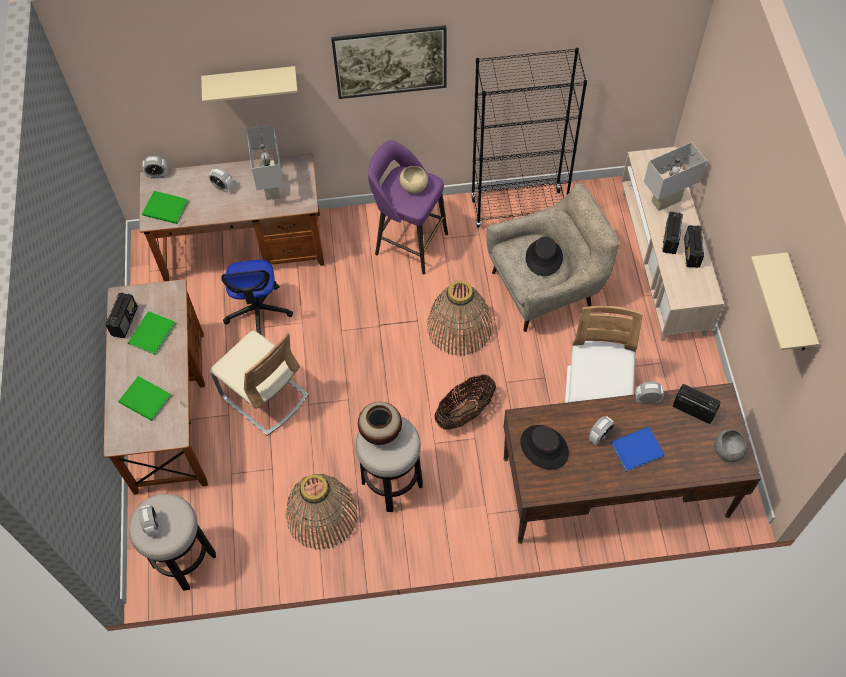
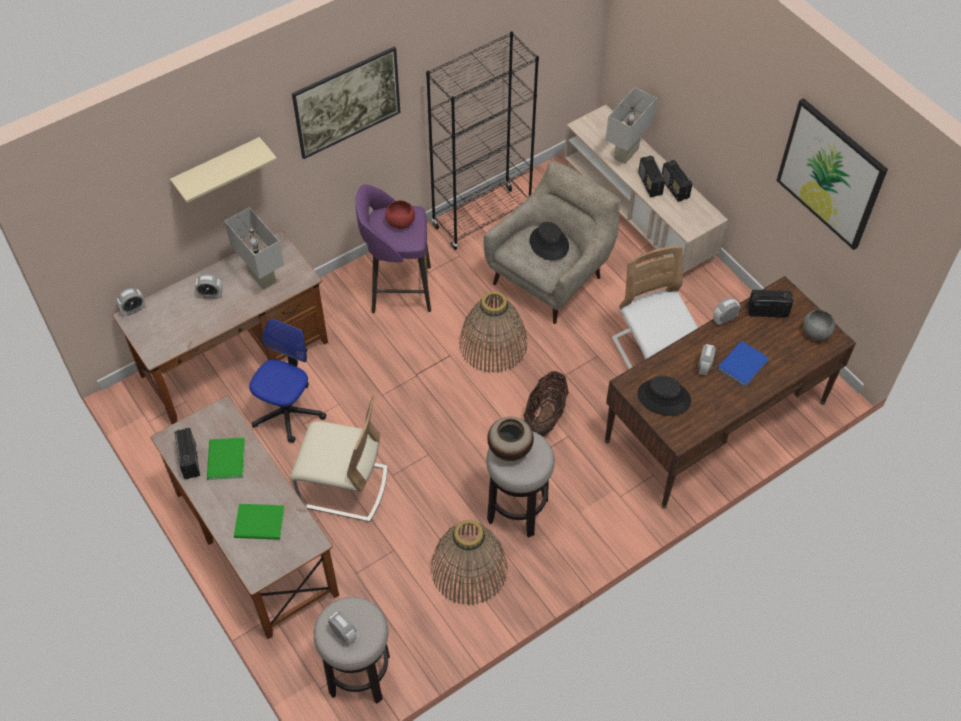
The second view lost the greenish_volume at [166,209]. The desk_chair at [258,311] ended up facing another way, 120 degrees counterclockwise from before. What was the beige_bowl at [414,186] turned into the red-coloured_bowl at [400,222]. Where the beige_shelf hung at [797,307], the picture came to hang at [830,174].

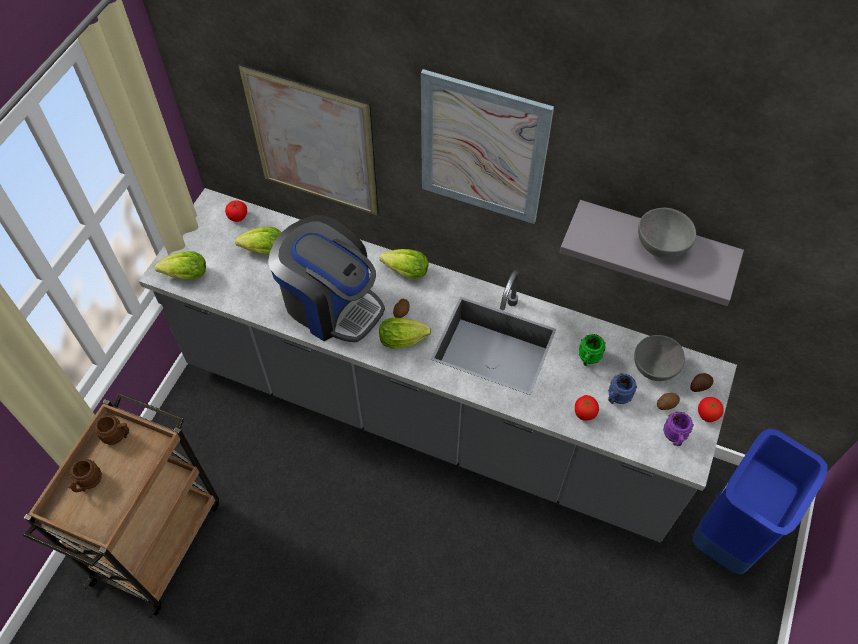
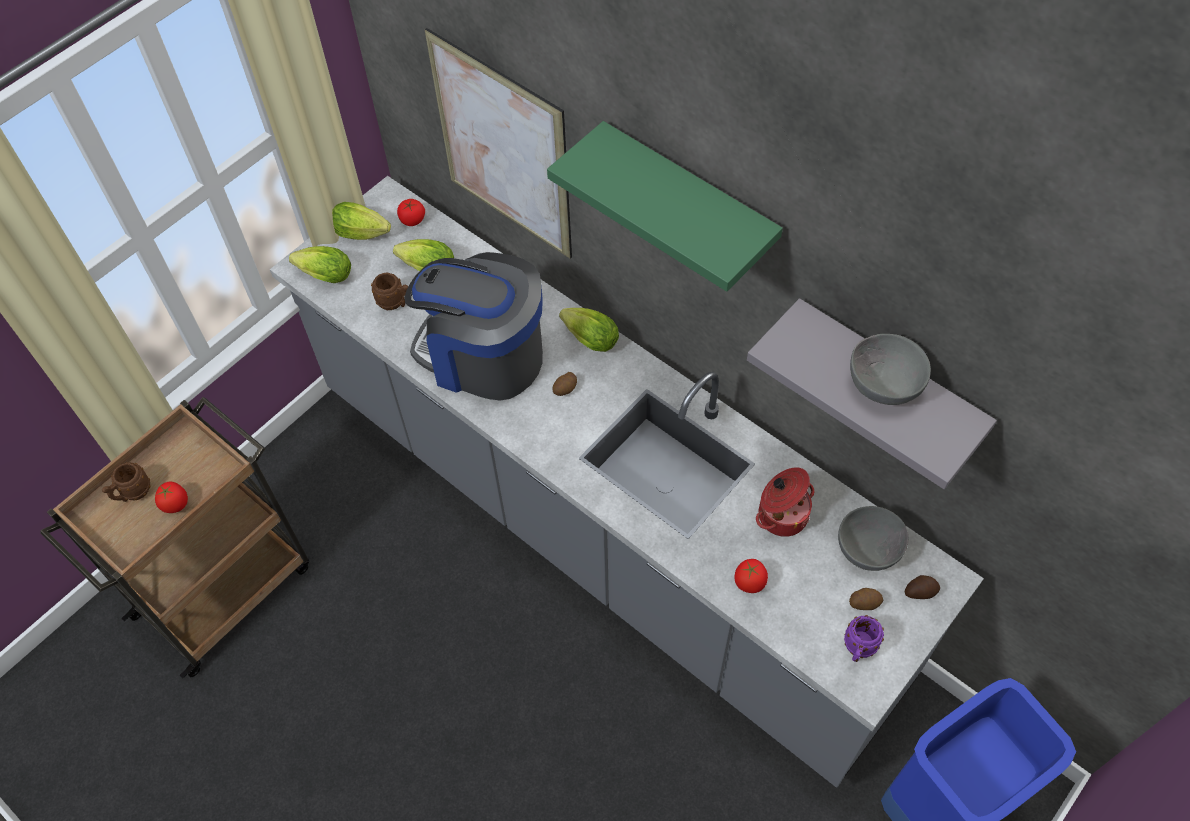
The brown-coloured_mug ended up elsewhere, having gone from [118,436] to [395,303]. The coffee_brewer at [331,304] ended up facing another way, 150 degrees clockwise from before. The head_of_lettuce ended up elsewhere, having gone from [405,339] to [365,234]. Where the picture hung at [482,149], the greenish_shelf came to hang at [687,202]. Where the greenish_mug stood at [588,359], the saucepot came to stand at [781,514]. The second view lost the blue_mug at [616,398]. The fresh_tomato ended up elsewhere, having gone from [707,414] to [176,504].

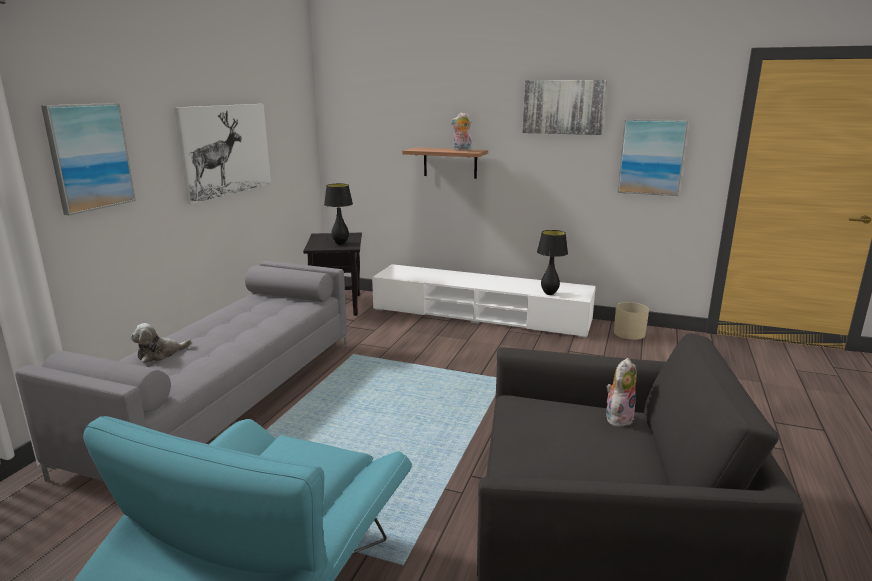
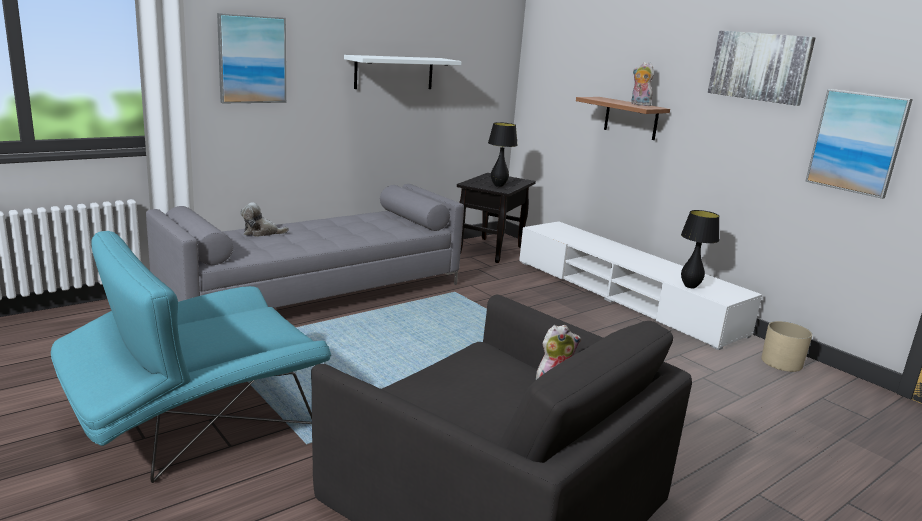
Where the picture hung at [226,150], the whitish_shelf came to hang at [394,72].

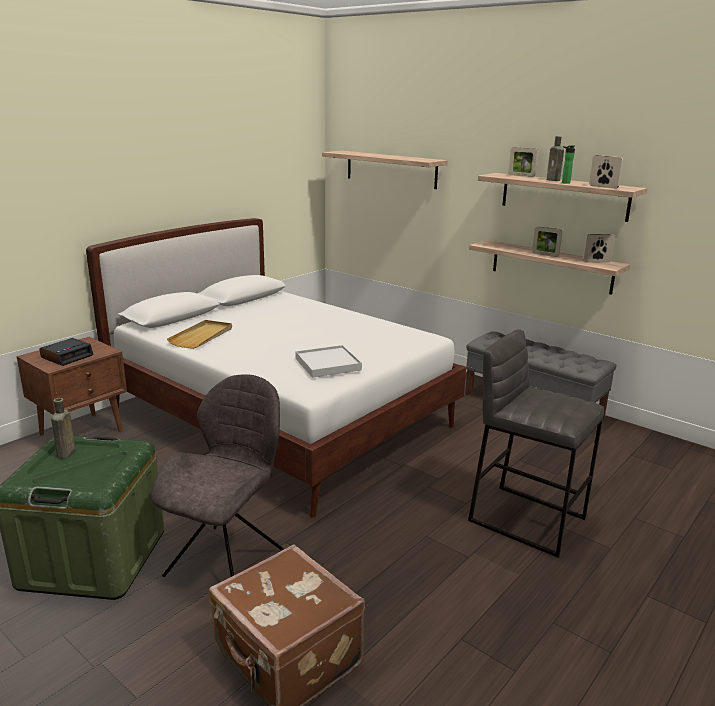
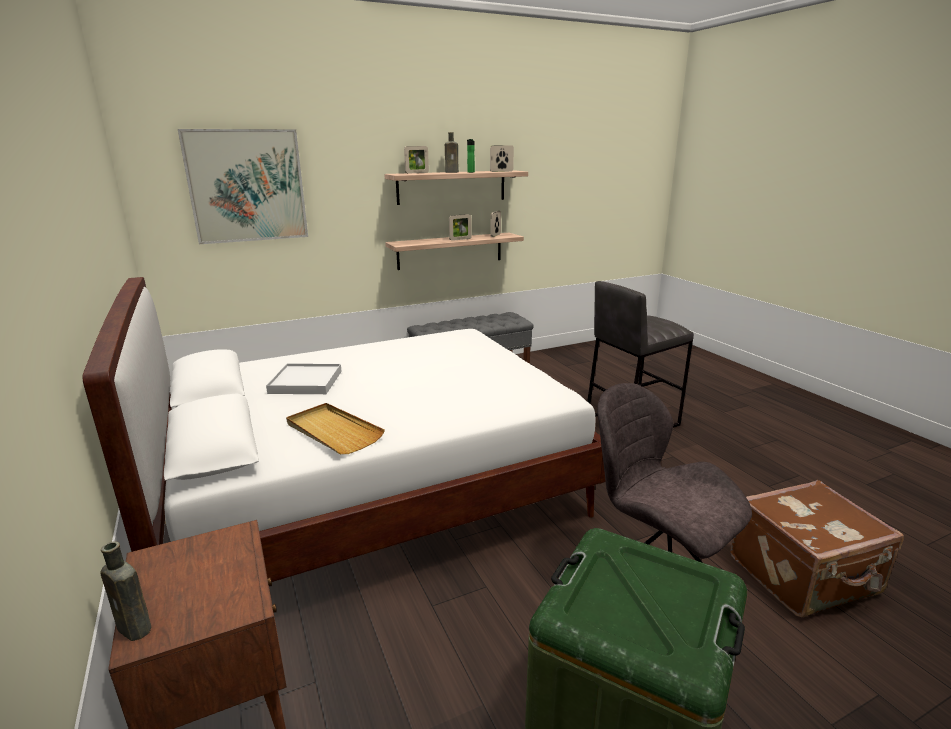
The second view lost the alarm_clock at [67,356]. The brown-coloured_beverage_bottle ended up elsewhere, having gone from [65,454] to [136,629]. The whitish_serving_tray ended up elsewhere, having gone from [328,364] to [306,382]. Where the shelf hung at [391,169], the picture came to hang at [247,186].

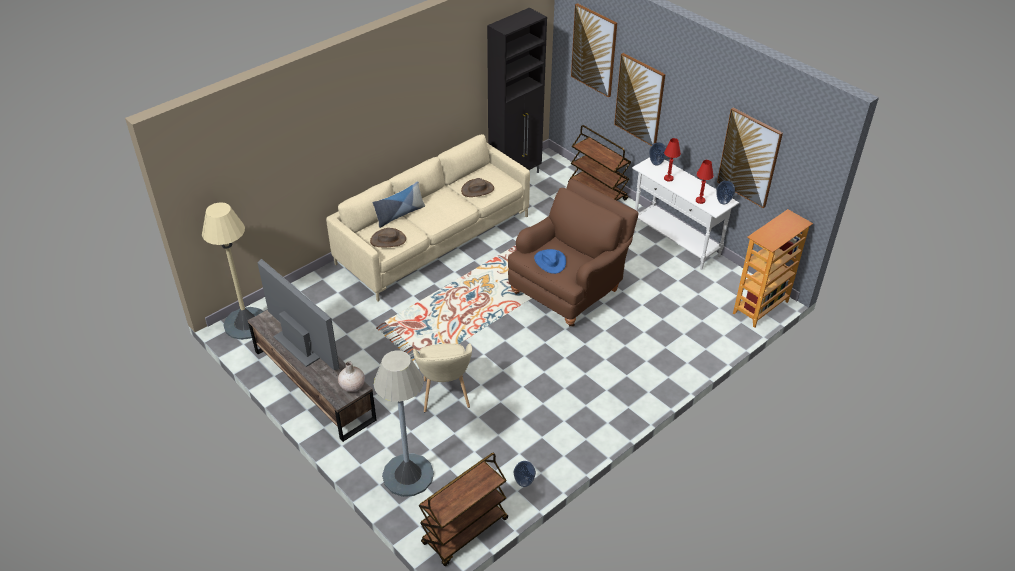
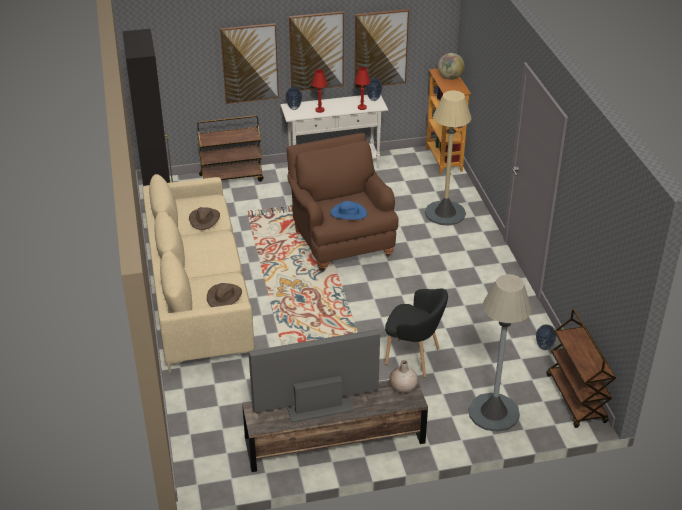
The beige_standing_lamp ended up elsewhere, having gone from [246,323] to [445,213]. The second view lost the throw_pillow at [399,214]. What was the beige_easy_chair at [445,395] turned into the black_easy_chair at [414,358]. The picture ended up elsewhere, having gone from [594,50] to [316,51]. The second view gained the desk_globe at [450,78].

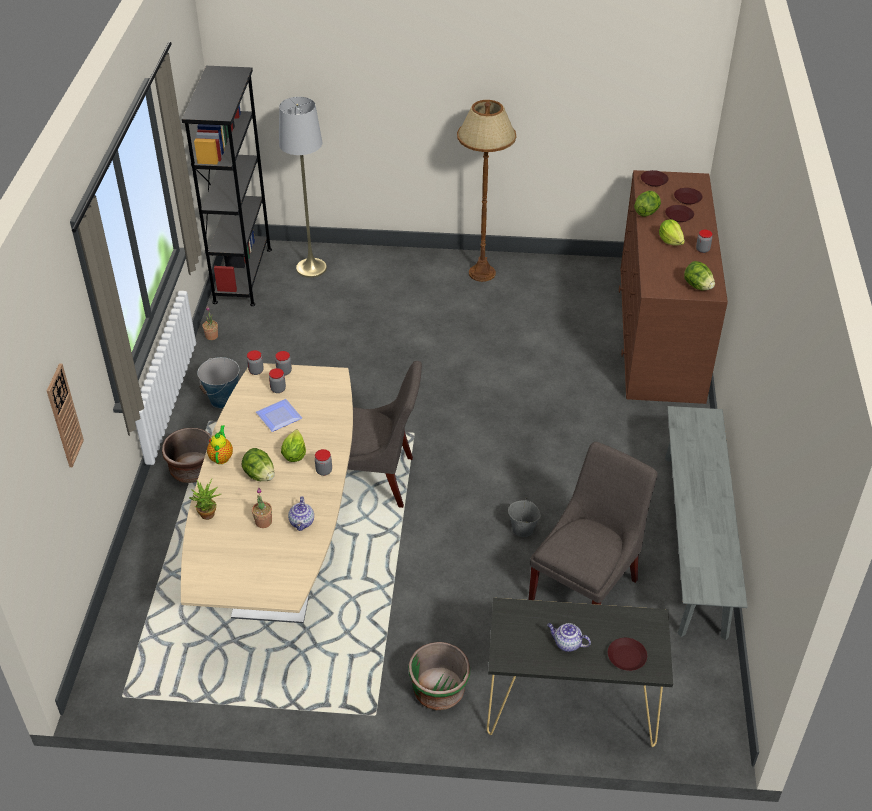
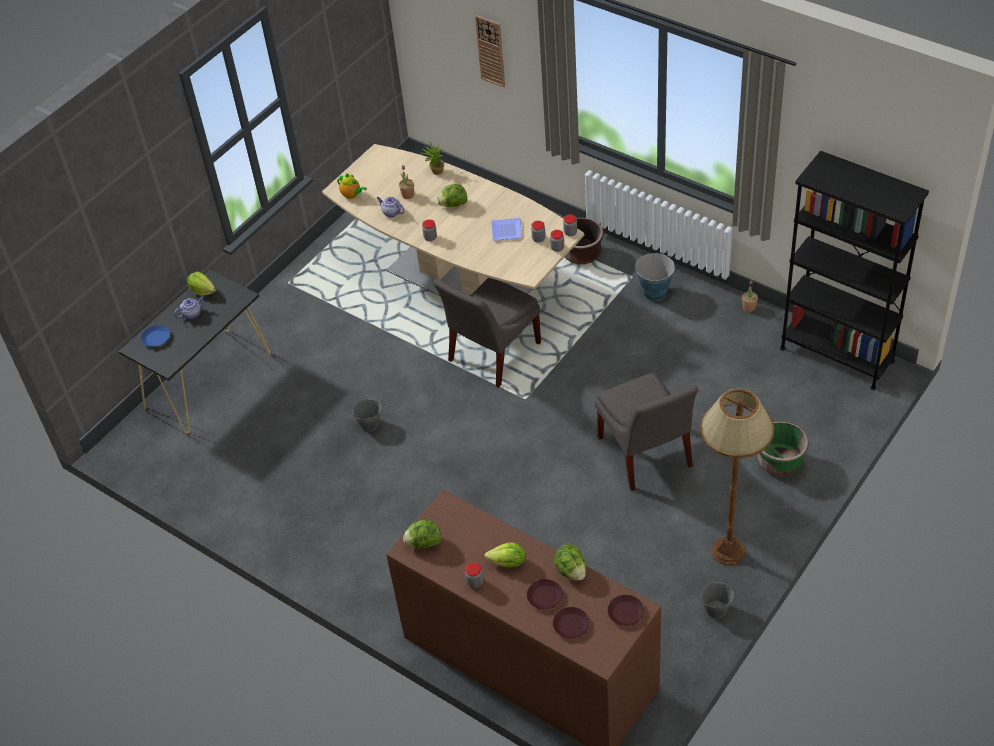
The tea_pot ended up elsewhere, having gone from [221,457] to [352,195]. The second view lost the greyish_standing_lamp at [311,268]. The head_of_lettuce ended up elsewhere, having gone from [294,455] to [202,290]. The greenish_plant_pot ended up elsewhere, having gone from [438,691] to [779,462]. The greyish_plain_chair ended up elsewhere, having gone from [586,586] to [646,455]. What was the brown-coloured_flat_dish at [627,657] turned into the blue_flat_dish at [156,338]. The second view lost the greyish_bench at [694,542]. The second view gained the greyish_bucket at [715,609].

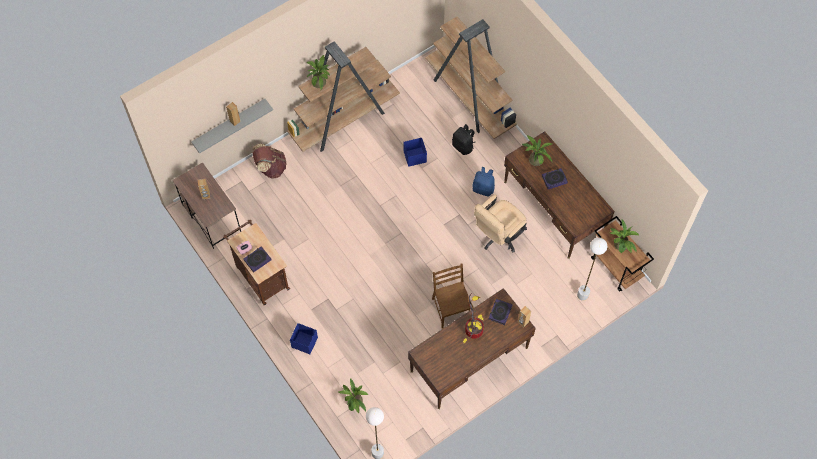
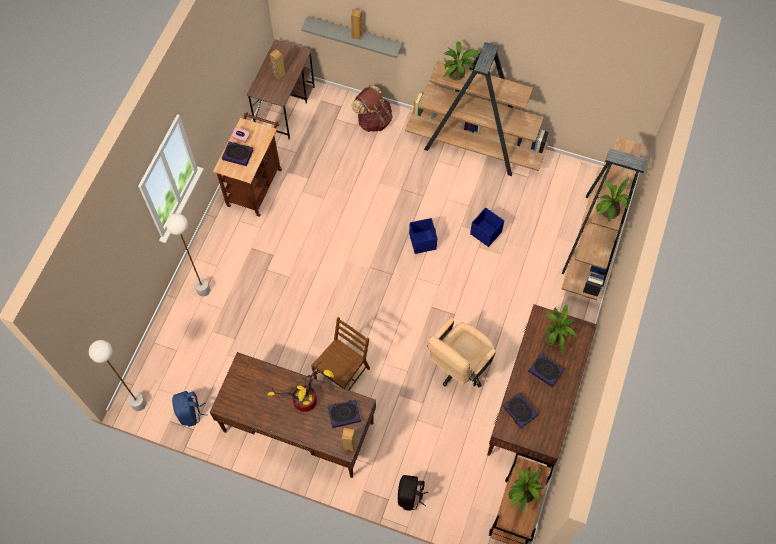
The blue_storage_box ended up elsewhere, having gone from [304,342] to [422,241]. The plant_in_a_pot ended up elsewhere, having gone from [355,403] to [607,212]. The black_knapsack ended up elsewhere, having gone from [463,146] to [410,496]. The blue_knapsack ended up elsewhere, having gone from [483,188] to [191,413]. The beige_desk_chair at [498,236] ended up facing another way, 60 degrees counterclockwise from before. The whitish_standing_lamp ended up elsewhere, having gone from [582,295] to [203,290]. The second view gained the volume at [519,411].

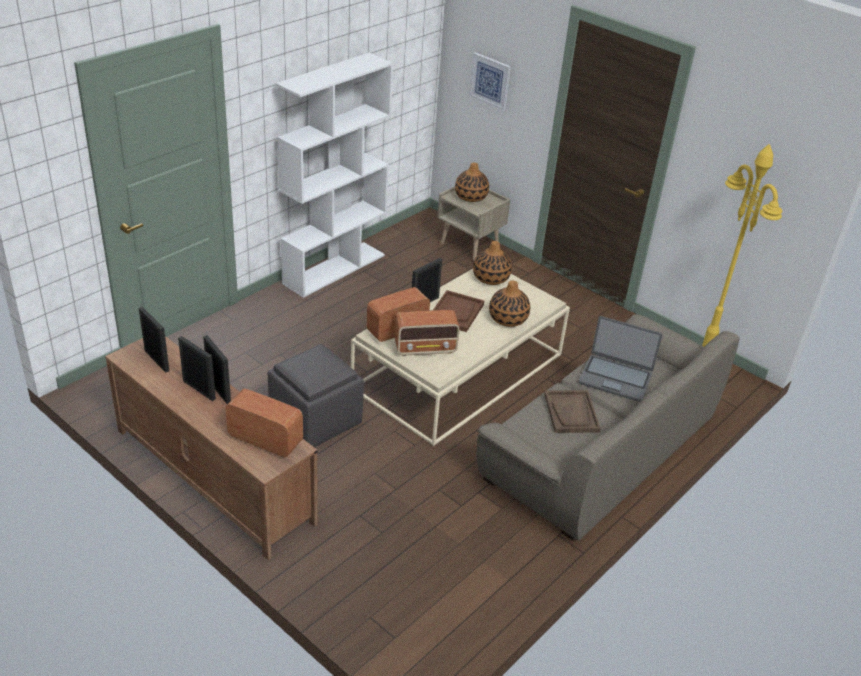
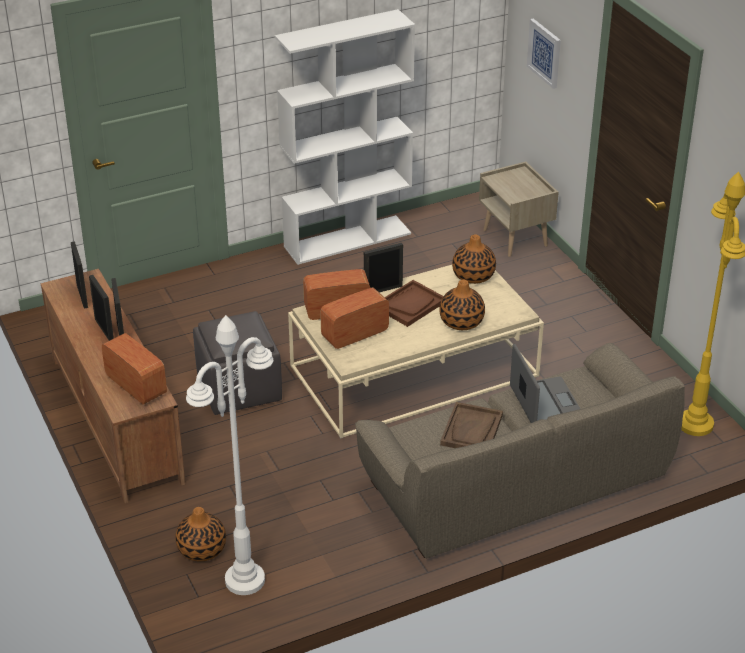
The radio at [426,348] ended up facing another way, 135 degrees clockwise from before. The decorative_vase ended up elsewhere, having gone from [470,197] to [201,549]. The laptop at [615,378] ended up facing another way, 150 degrees counterclockwise from before. The second view gained the whitish_standing_lamp at [245,579].

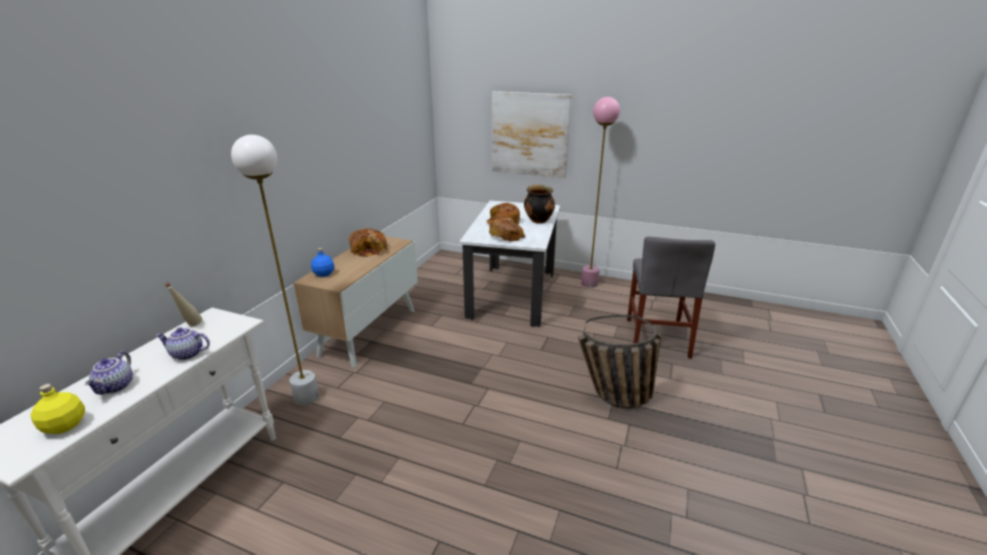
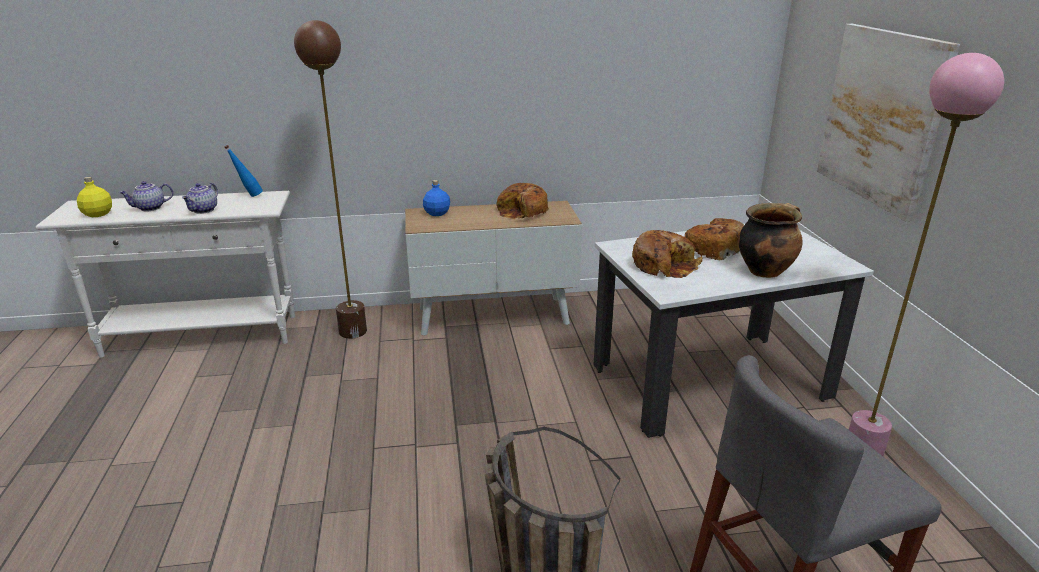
The tea_pot at [186,354] ended up facing another way, 135 degrees counterclockwise from before. What was the beige_beverage_bottle at [191,327] turned into the blue_beverage_bottle at [249,196]. What was the whitish_standing_lamp at [306,397] turned into the brown-coloured_standing_lamp at [352,331].

